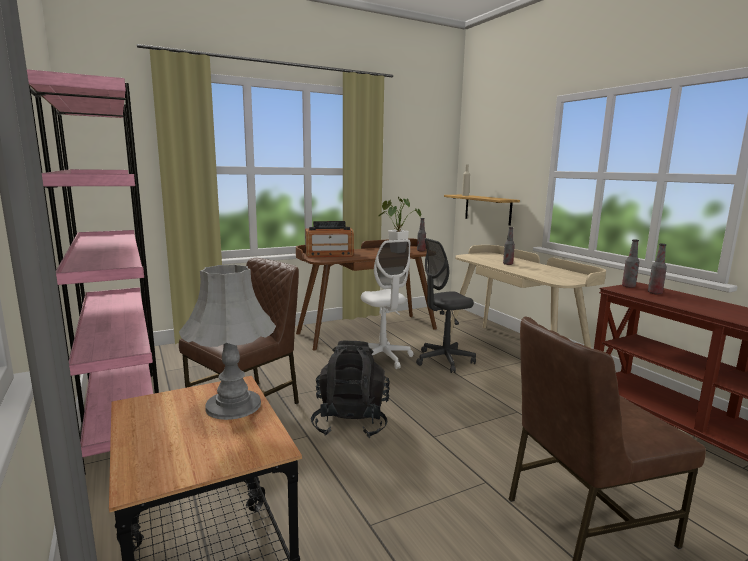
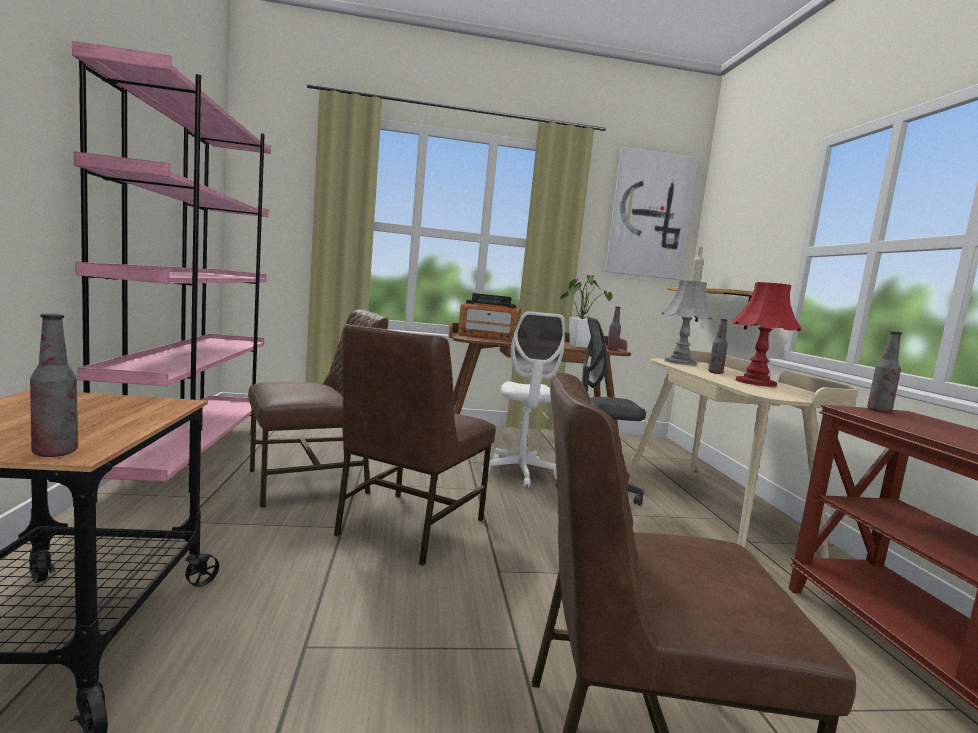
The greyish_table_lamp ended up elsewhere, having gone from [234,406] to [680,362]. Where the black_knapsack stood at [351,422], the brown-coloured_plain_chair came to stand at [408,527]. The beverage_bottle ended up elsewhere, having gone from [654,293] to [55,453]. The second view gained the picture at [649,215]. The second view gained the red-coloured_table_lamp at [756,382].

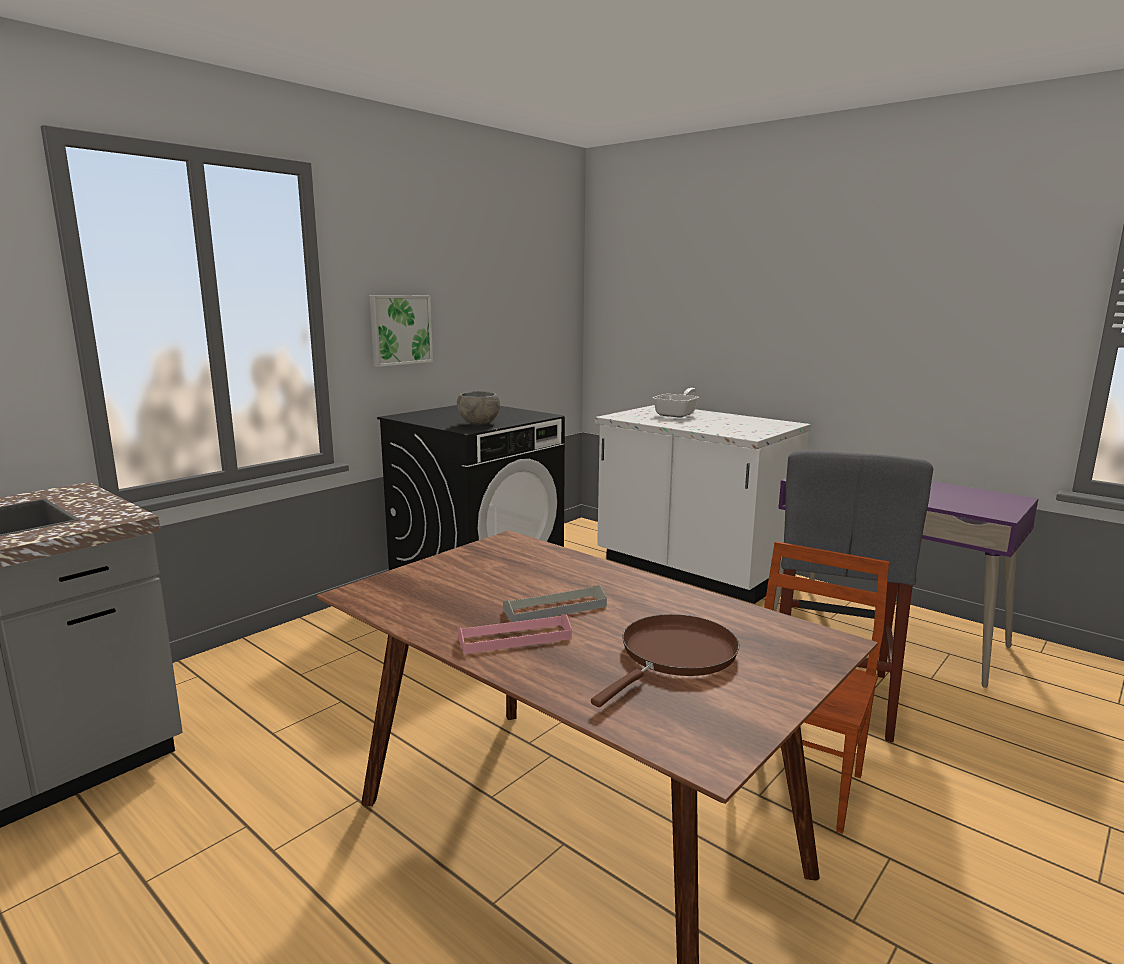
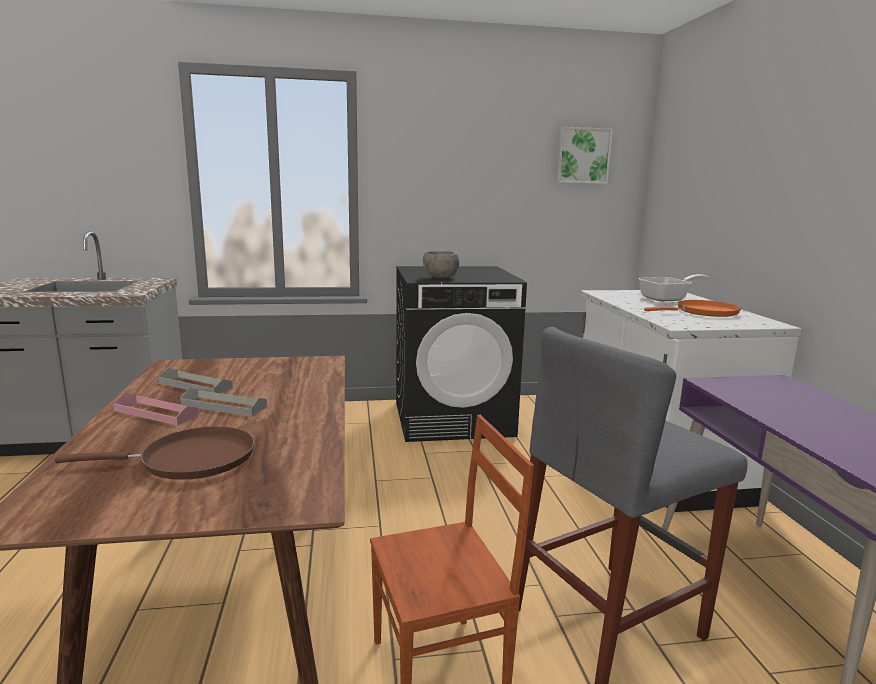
The picture ended up elsewhere, having gone from [400,329] to [582,156]. The second view gained the greyish_serving_tray at [195,385]. The second view gained the orange_skillet at [703,312].

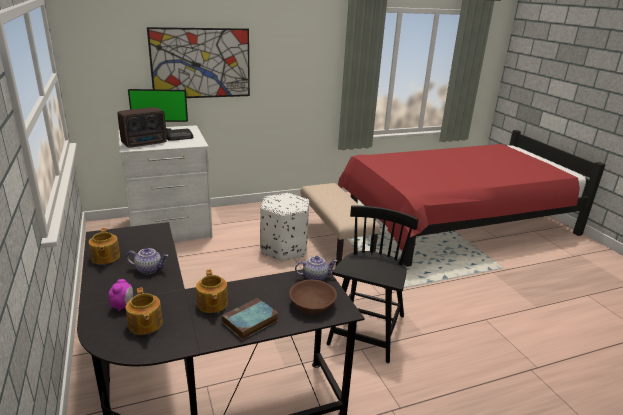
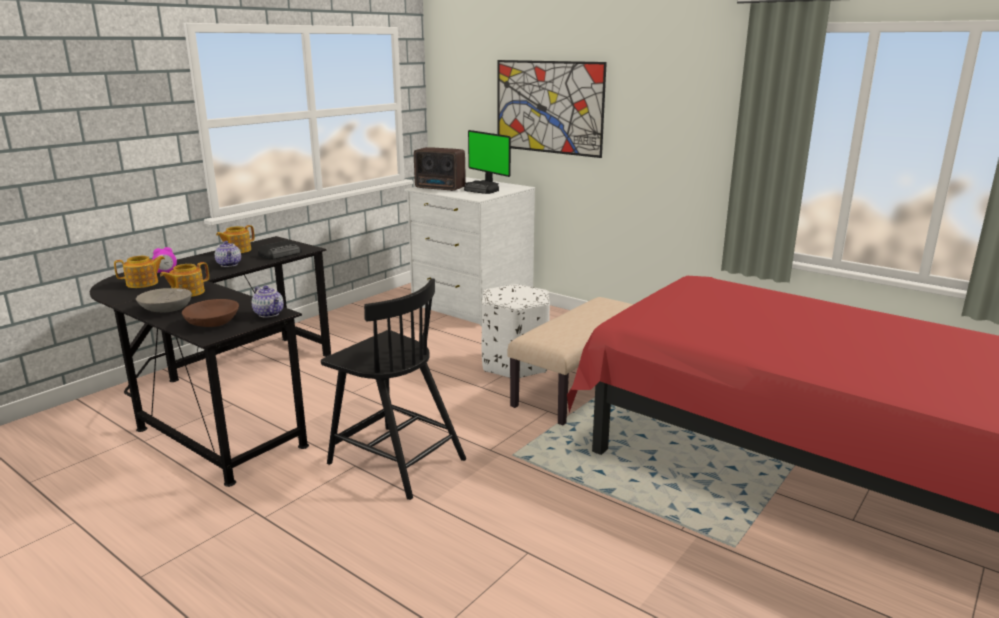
The tea_pot at [145,324] ended up facing another way, 150 degrees counterclockwise from before. Where the volume stood at [249,322], the greyish_bowl came to stand at [166,309]. The black_plain_chair at [367,331] ended up facing another way, 45 degrees clockwise from before. The second view gained the radio at [281,254].

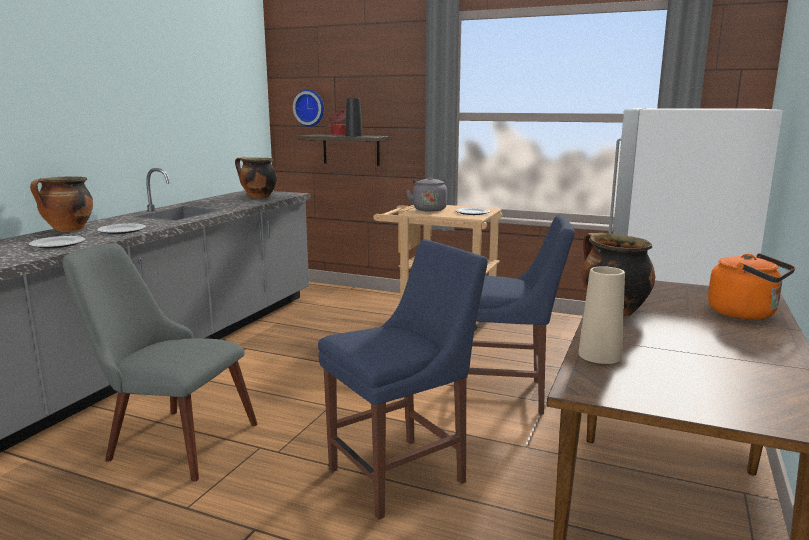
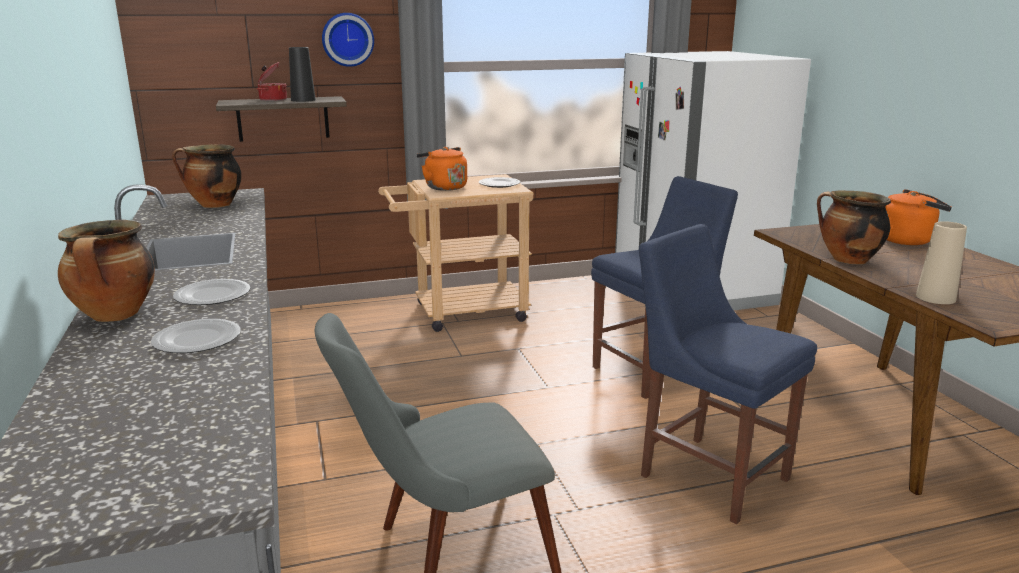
The hanging_clock ended up elsewhere, having gone from [310,108] to [347,39]. The blue_plain_chair at [403,473] ended up facing another way, 60 degrees counterclockwise from before. What was the greyish_kettle at [429,209] turned into the orange_kettle at [443,187].

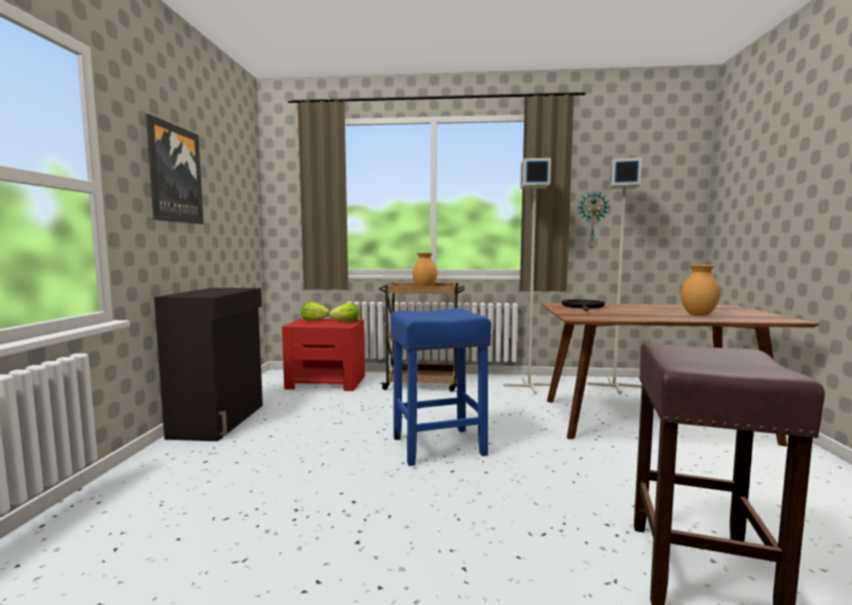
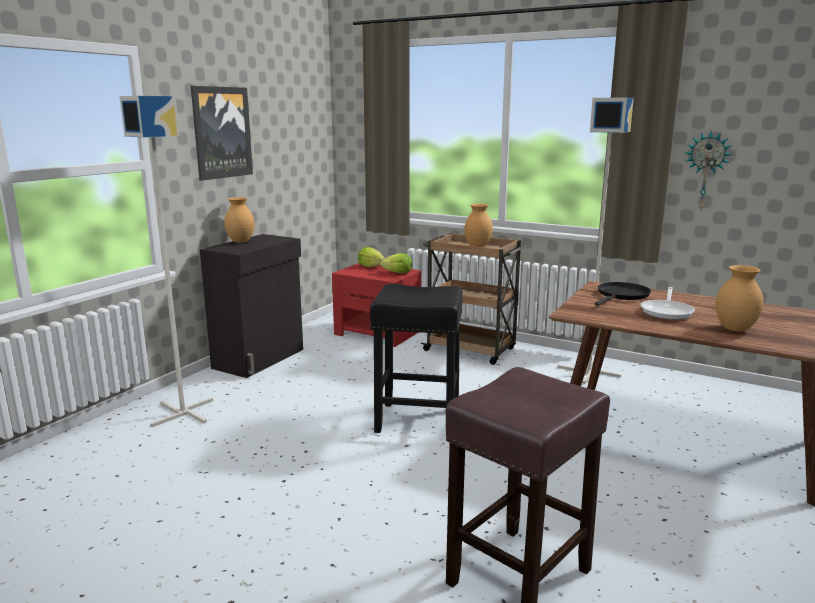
What was the blue_sitting_stool at [437,446] turned into the black_sitting_stool at [416,420]. The greyish_standing_lamp ended up elsewhere, having gone from [613,385] to [183,412]. The second view gained the brown-coloured_decorative_vase at [240,242]. The second view gained the skillet at [667,311].

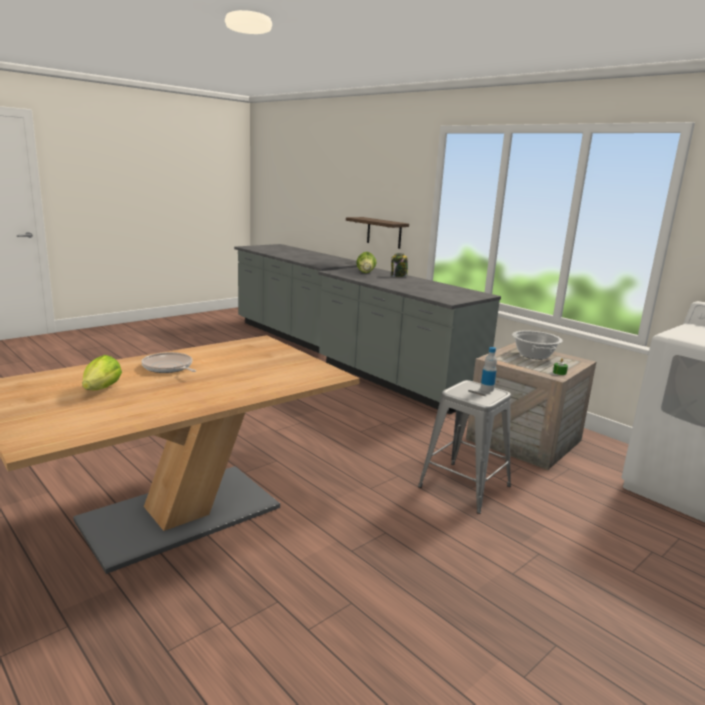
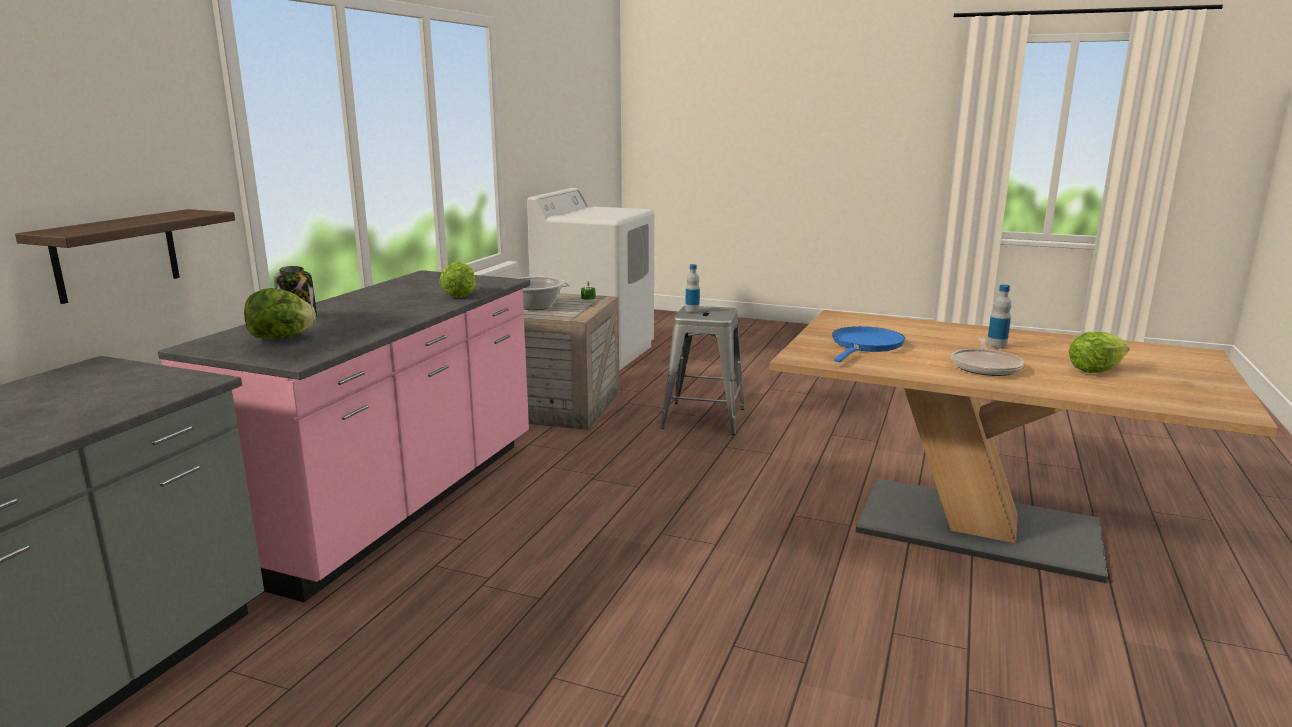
What was the greyish_counter at [395,381] turned into the pinkish_counter at [394,503]. The second view gained the head_of_lettuce at [460,295]. The second view gained the blue_skillet at [865,345]. The second view gained the beverage_bottle at [996,346].

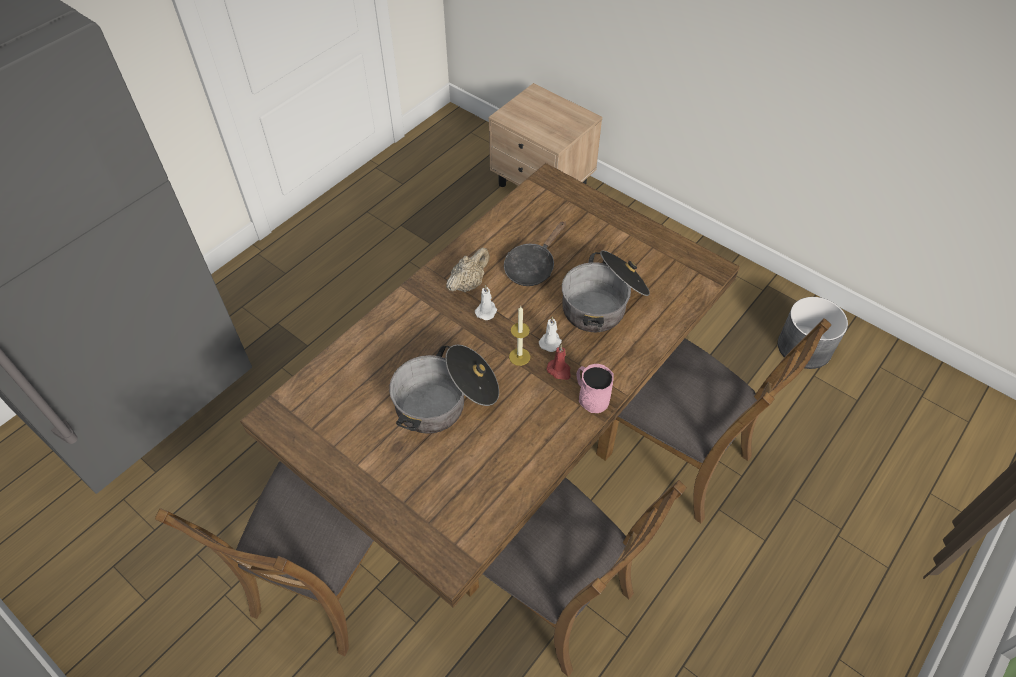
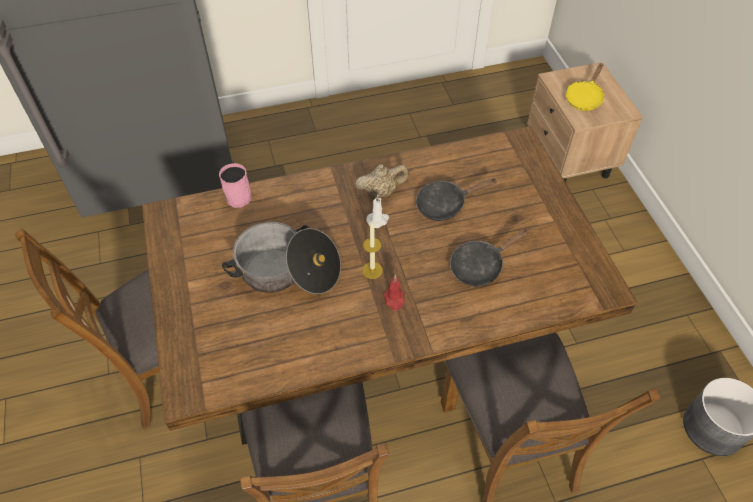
The second view lost the whitish_wax_candle at [550,342]. Where the saucepot stood at [604,303], the black_skillet came to stand at [480,266]. The pinkish_mug ended up elsewhere, having gone from [590,397] to [238,194]. The second view gained the yellowish_skillet at [584,98].

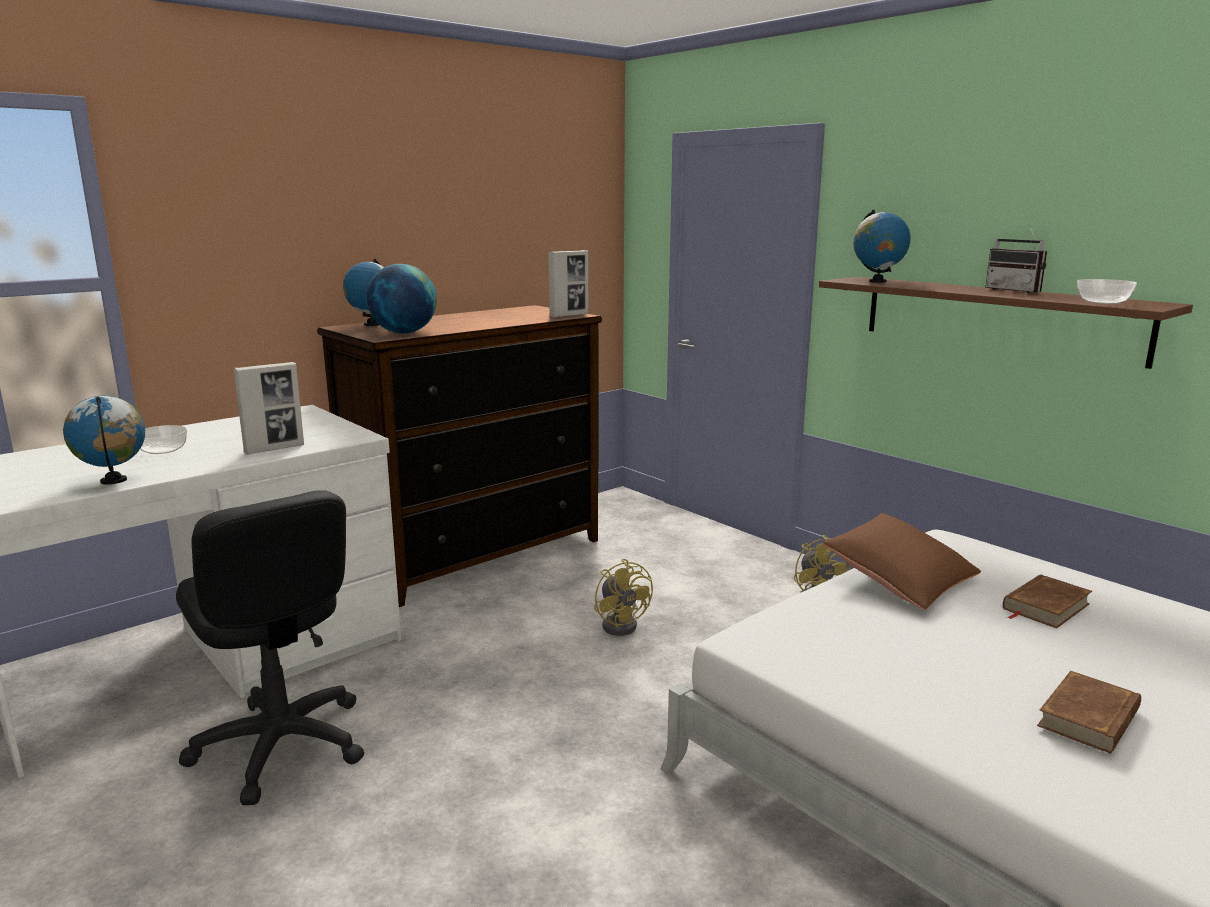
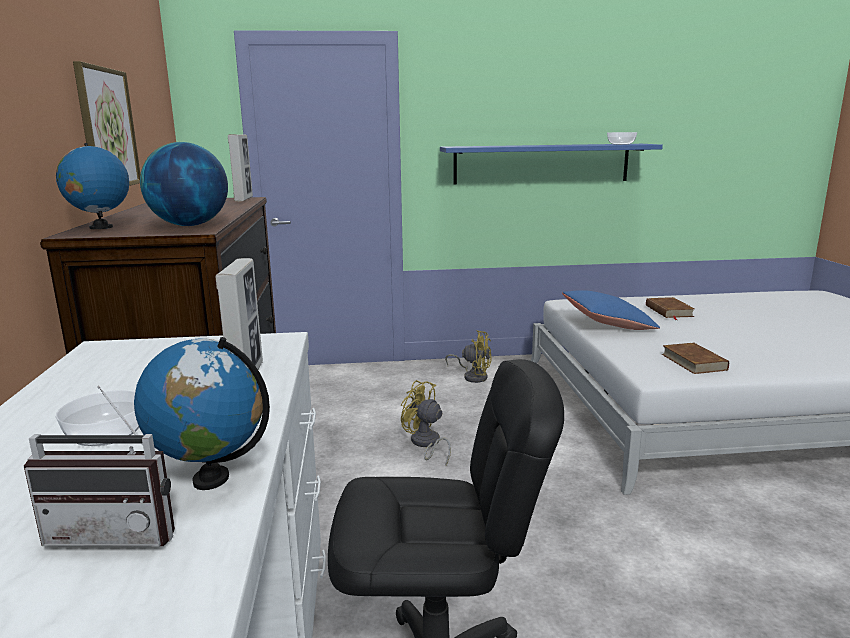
The yellowish_fan at [622,624] ended up facing another way, 150 degrees counterclockwise from before. What was the brown-coloured_shelf at [997,318] turned into the blue_shelf at [541,164]. What was the brown-coloured_throw_pillow at [899,580] turned into the blue_throw_pillow at [607,324]. The second view lost the desk_globe at [877,281]. The radio ended up elsewhere, having gone from [1017,291] to [119,531]. The brown-coloured_volume ended up elsewhere, having gone from [1089,718] to [694,362]. The second view gained the picture at [107,129].

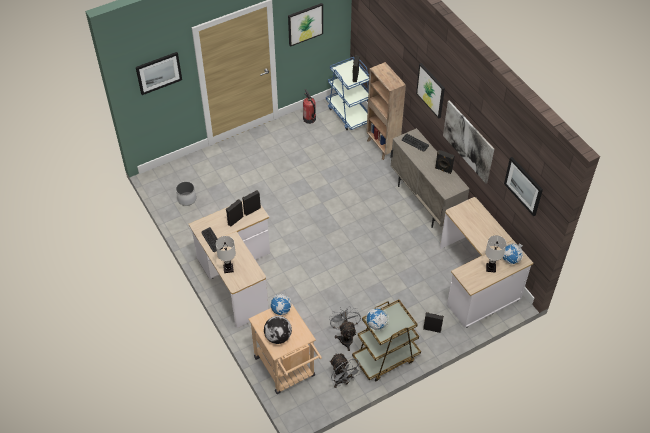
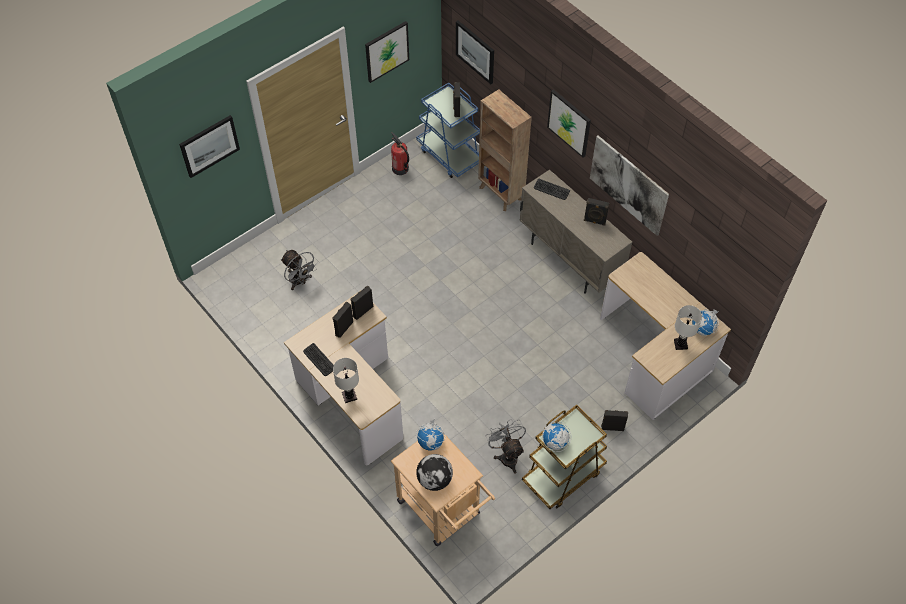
The second view lost the whitish_plant_pot at [186,199]. The greyish_fan ended up elsewhere, having gone from [342,381] to [300,282]. The picture ended up elsewhere, having gone from [523,186] to [475,51].

